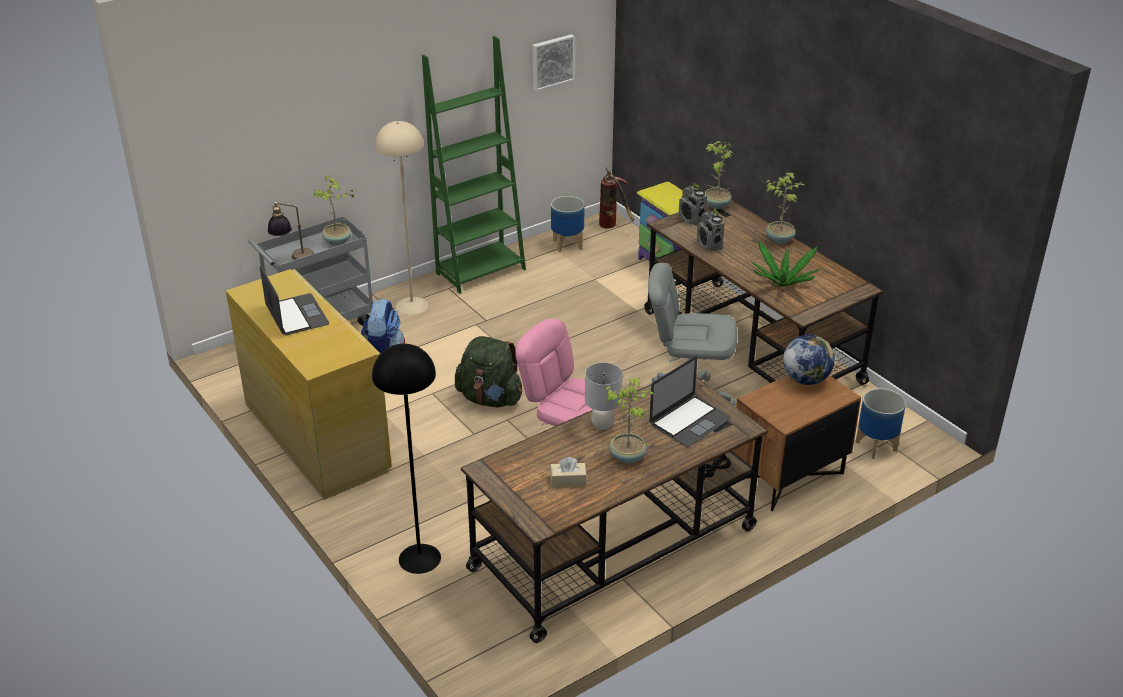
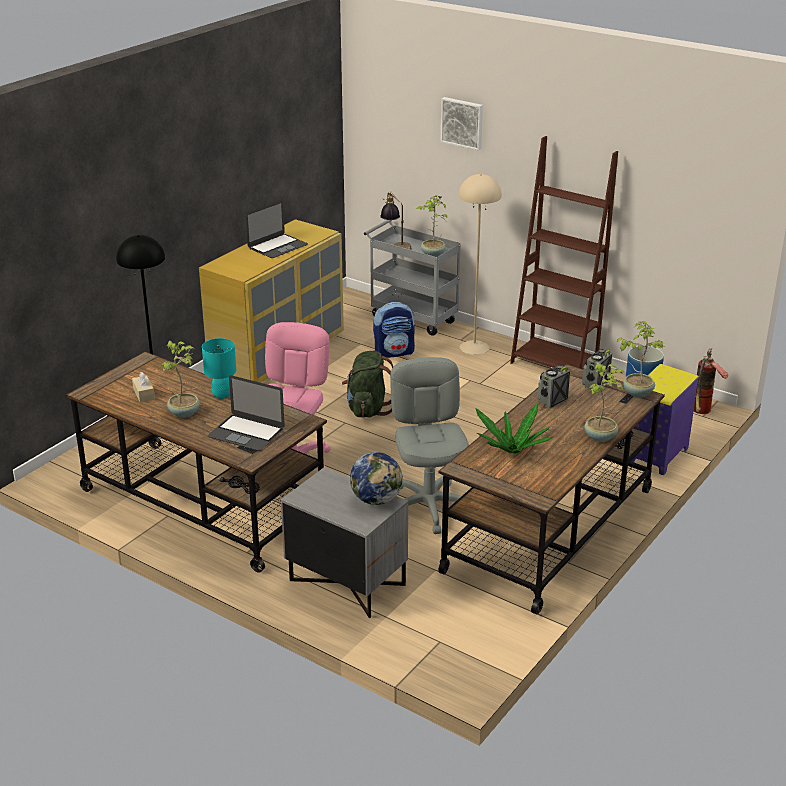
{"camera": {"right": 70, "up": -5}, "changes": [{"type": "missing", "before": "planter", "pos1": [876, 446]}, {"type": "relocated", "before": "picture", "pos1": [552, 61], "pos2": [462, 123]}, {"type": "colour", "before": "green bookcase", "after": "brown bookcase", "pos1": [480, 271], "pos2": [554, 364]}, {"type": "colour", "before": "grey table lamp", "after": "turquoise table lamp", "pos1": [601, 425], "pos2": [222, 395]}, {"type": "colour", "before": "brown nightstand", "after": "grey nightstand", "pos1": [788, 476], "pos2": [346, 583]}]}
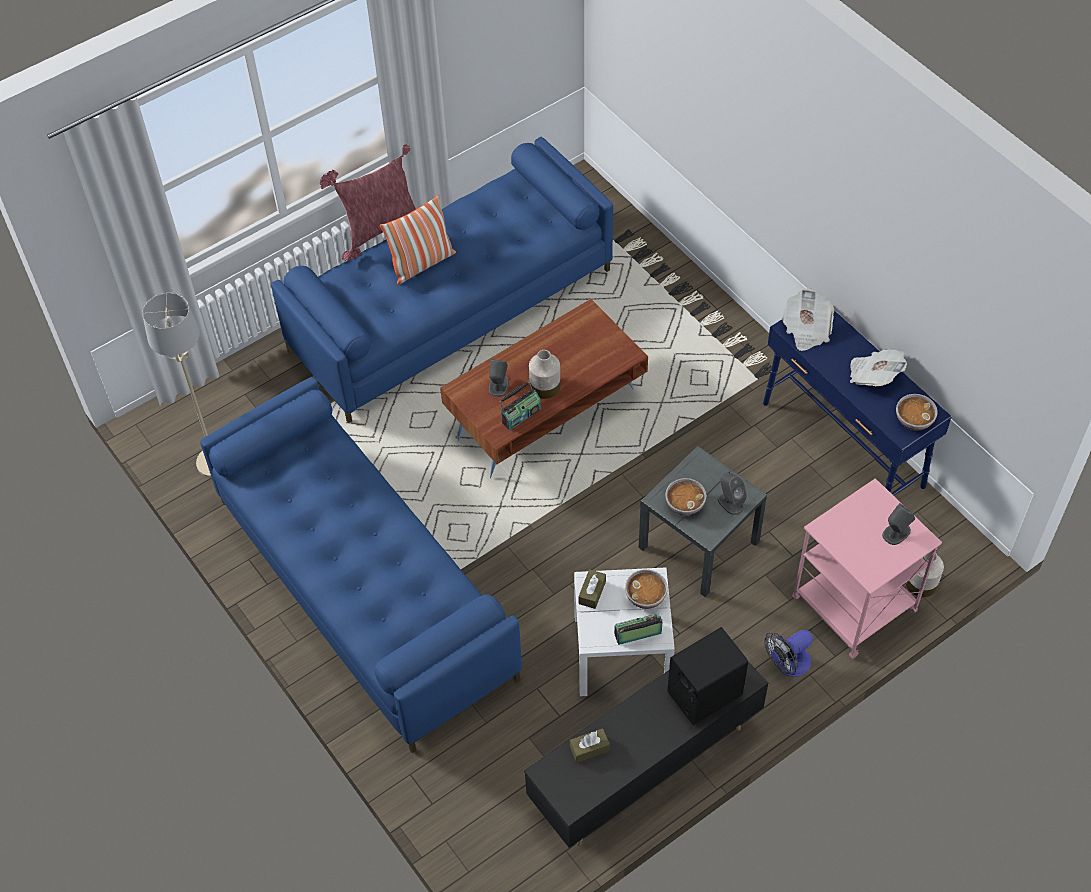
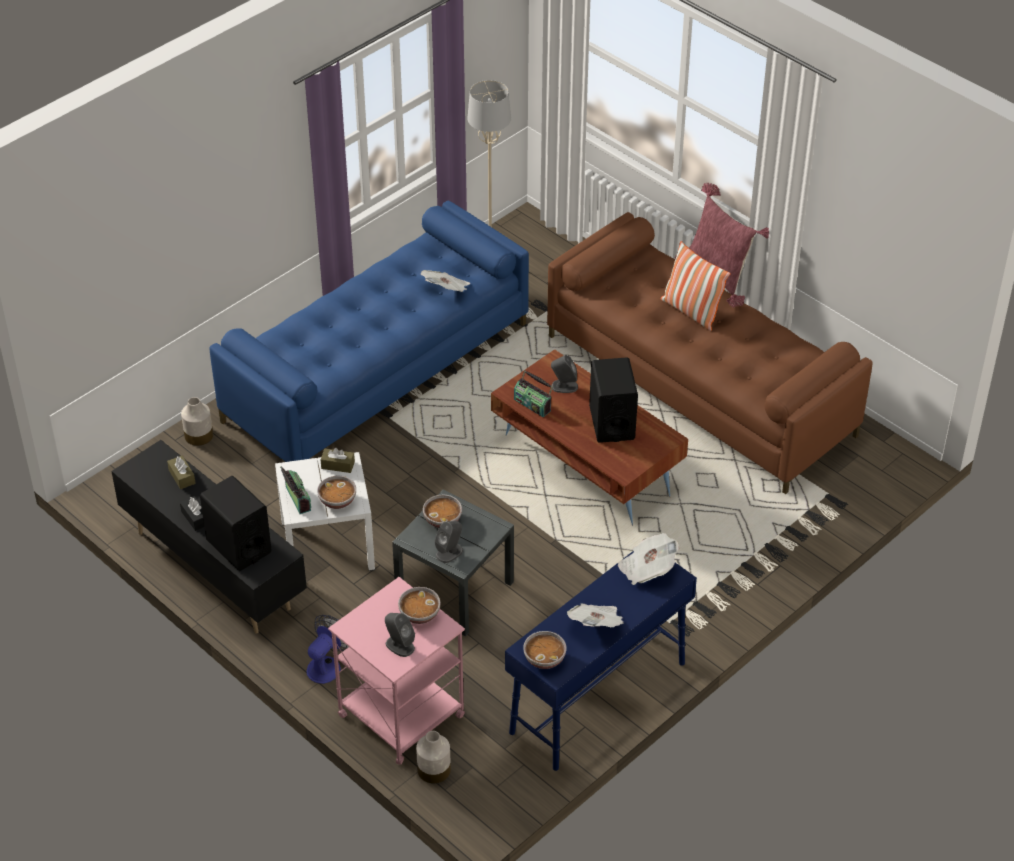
{"camera": {"right": 80, "up": -10}, "changes": [{"type": "appeared", "after": "black tissue box", "pos2": [195, 518]}, {"type": "appeared", "after": "bowl", "pos2": [419, 614]}, {"type": "appeared", "after": "newspaper", "pos2": [447, 290]}, {"type": "appeared", "after": "black speaker", "pos2": [611, 423]}, {"type": "relocated", "before": "beige vase", "pos1": [544, 386], "pos2": [199, 435]}, {"type": "colour", "before": "blue sofa", "after": "brown sofa", "pos1": [451, 309], "pos2": [700, 385]}, {"type": "spun", "before": "fan", "pos1": [787, 665], "pos2": [327, 665], "turn": 75}]}
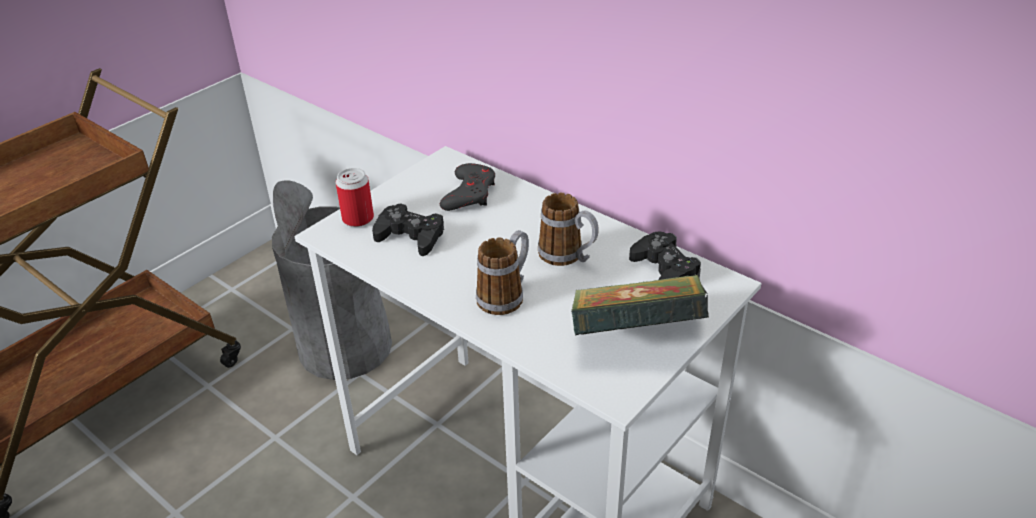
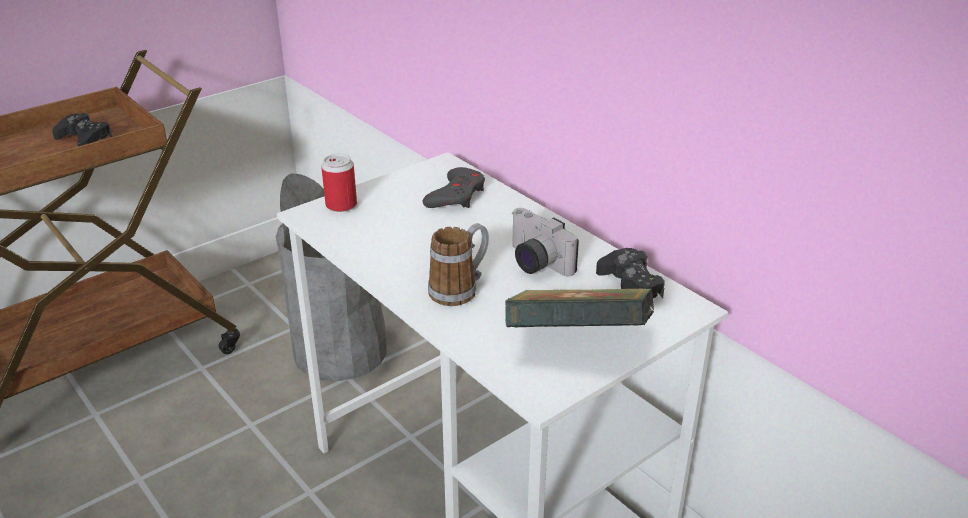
{"camera": {"right": 10, "up": -5}, "changes": [{"type": "relocated", "before": "black game controller", "pos1": [410, 236], "pos2": [84, 139]}, {"type": "exchanged", "before": "mug", "after": "photo camera", "pos1": [568, 257], "pos2": [534, 263]}]}
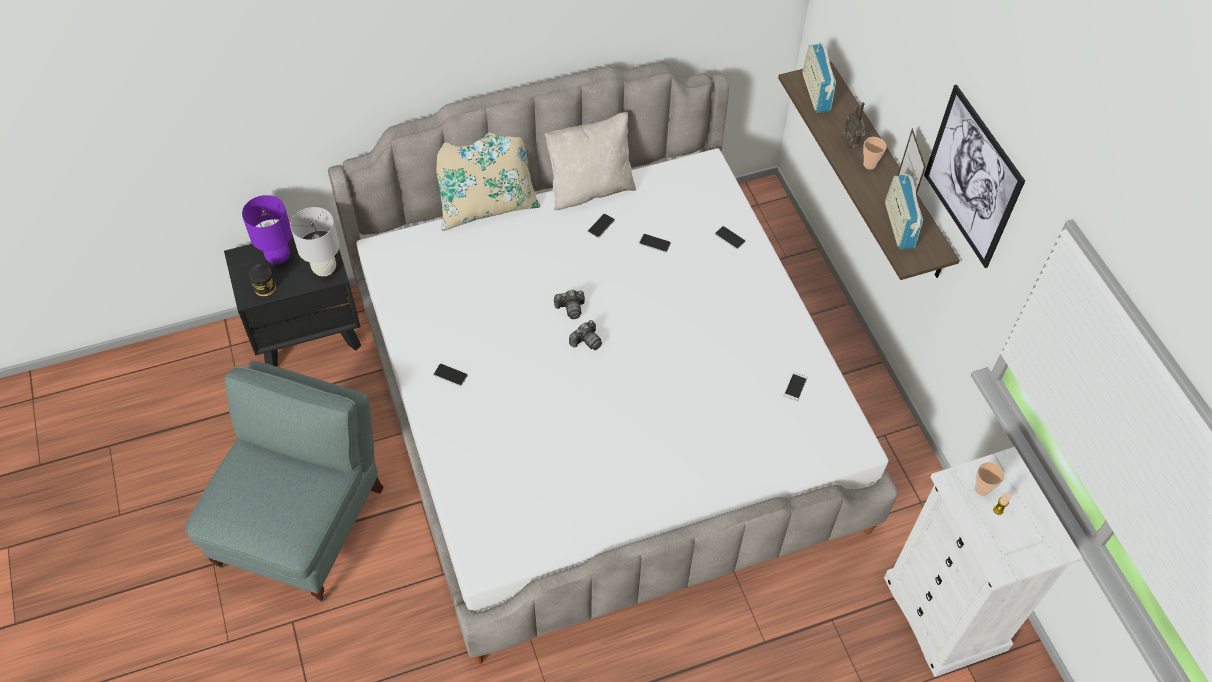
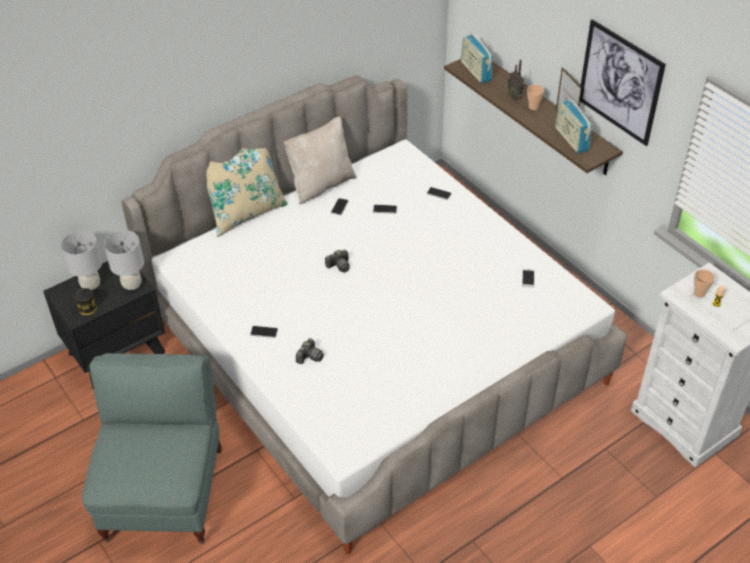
{"camera": {"right": -15, "up": -10}, "changes": [{"type": "relocated", "before": "photo camera", "pos1": [586, 341], "pos2": [309, 357]}, {"type": "colour", "before": "purple table lamp", "after": "grey table lamp", "pos1": [279, 257], "pos2": [91, 285]}]}
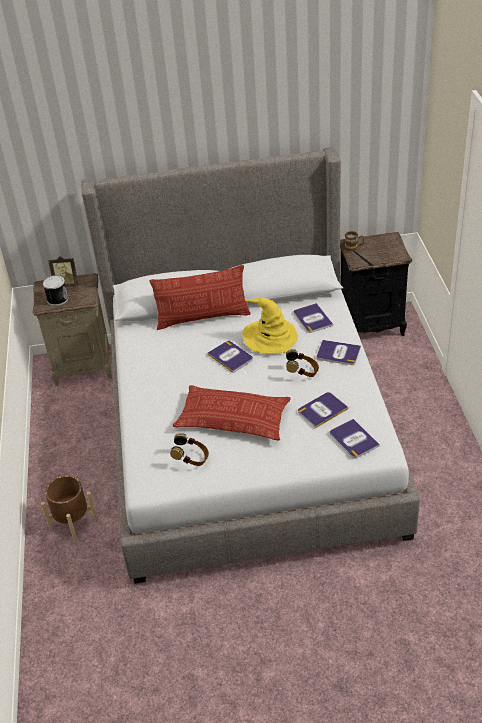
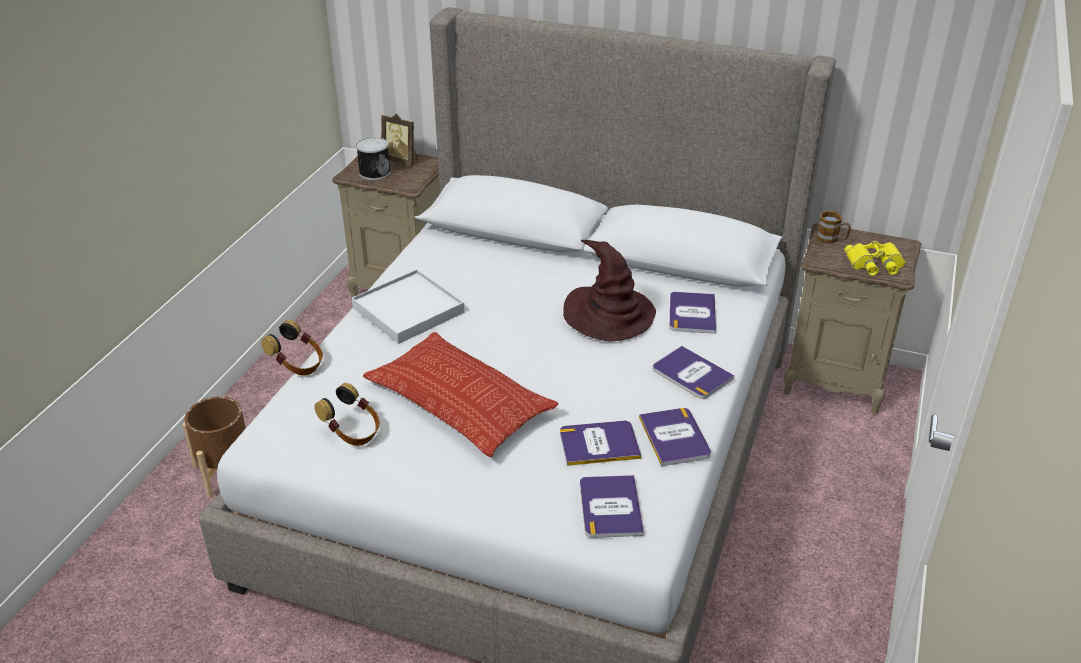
{"camera": {"right": 25, "up": -5}, "changes": [{"type": "missing", "before": "pillow", "pos1": [203, 317]}, {"type": "appeared", "after": "white tray", "pos2": [408, 310]}, {"type": "appeared", "after": "yellow binoculars", "pos2": [875, 264]}, {"type": "relocated", "before": "book", "pos1": [230, 357], "pos2": [674, 437]}, {"type": "relocated", "before": "headphones", "pos1": [302, 373], "pos2": [298, 365]}, {"type": "colour", "before": "yellow hat", "after": "brown hat", "pos1": [270, 337], "pos2": [609, 315]}, {"type": "colour", "before": "black nightstand", "after": "beige nightstand", "pos1": [372, 325], "pos2": [835, 382]}]}
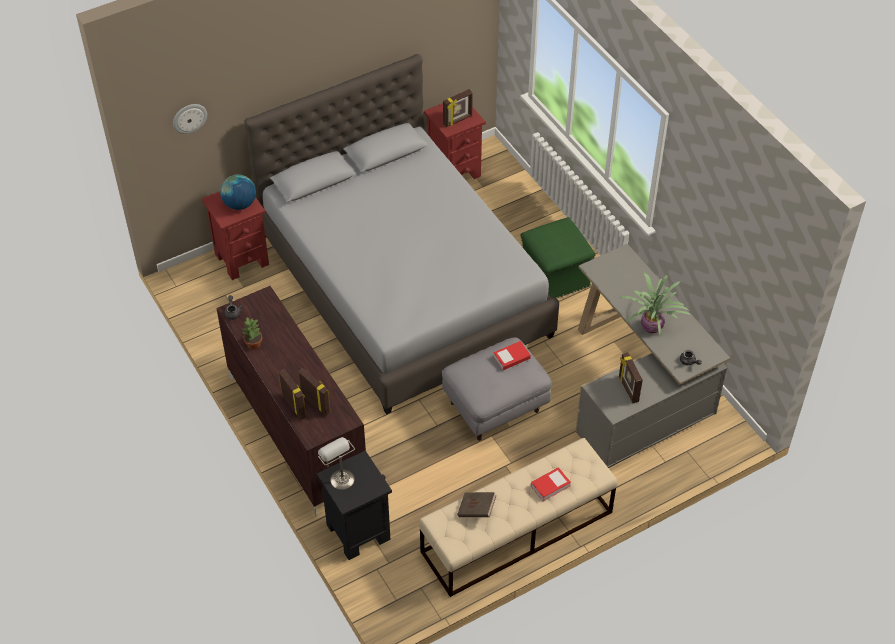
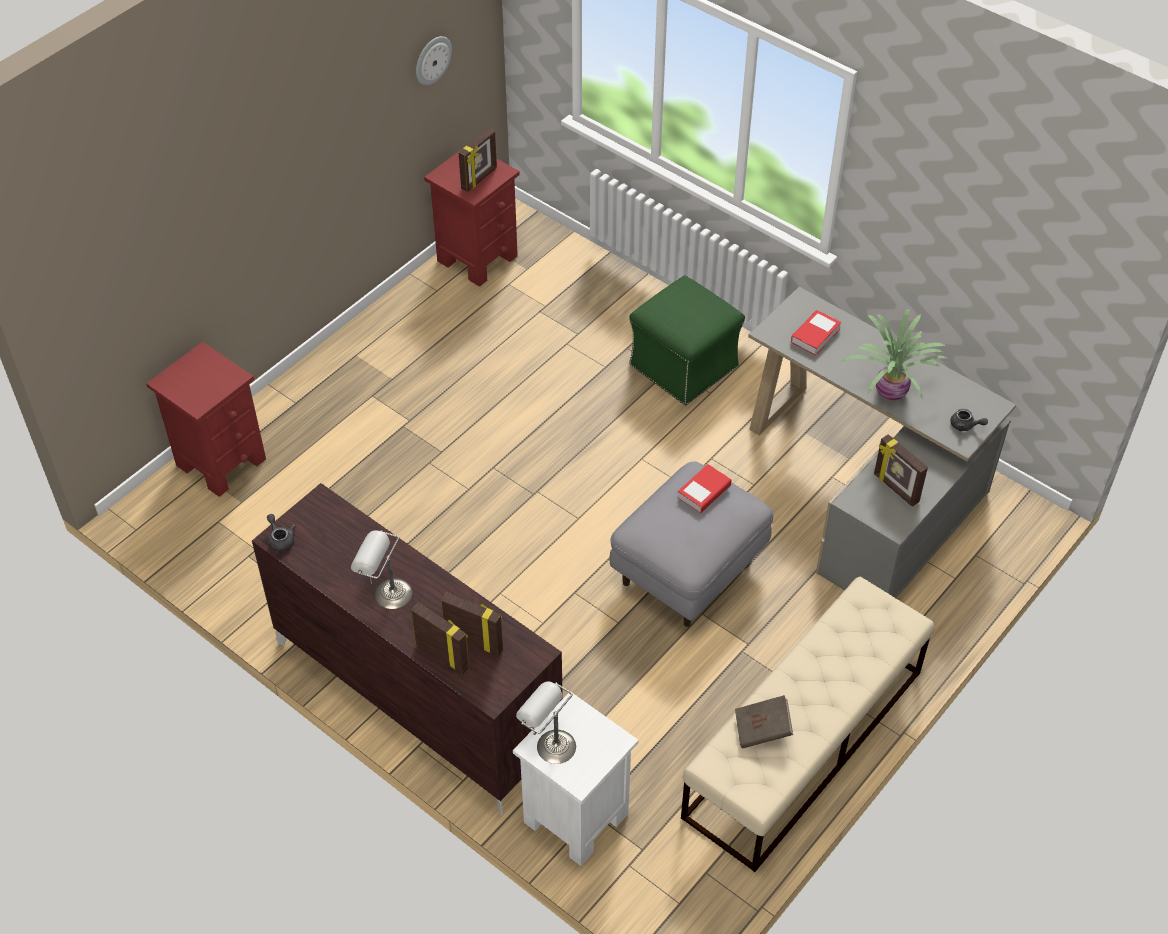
{"camera": {"right": -20, "up": 0}, "changes": [{"type": "missing", "before": "globe", "pos1": [239, 204]}, {"type": "missing", "before": "potted plant", "pos1": [254, 344]}, {"type": "missing", "before": "grey bed", "pos1": [403, 283]}, {"type": "appeared", "after": "white table lamp", "pos2": [385, 592]}, {"type": "relocated", "before": "wall clock", "pos1": [189, 118], "pos2": [432, 60]}, {"type": "relocated", "before": "book", "pos1": [550, 486], "pos2": [815, 335]}, {"type": "colour", "before": "black nightstand", "after": "white nightstand", "pos1": [359, 531], "pos2": [576, 816]}]}
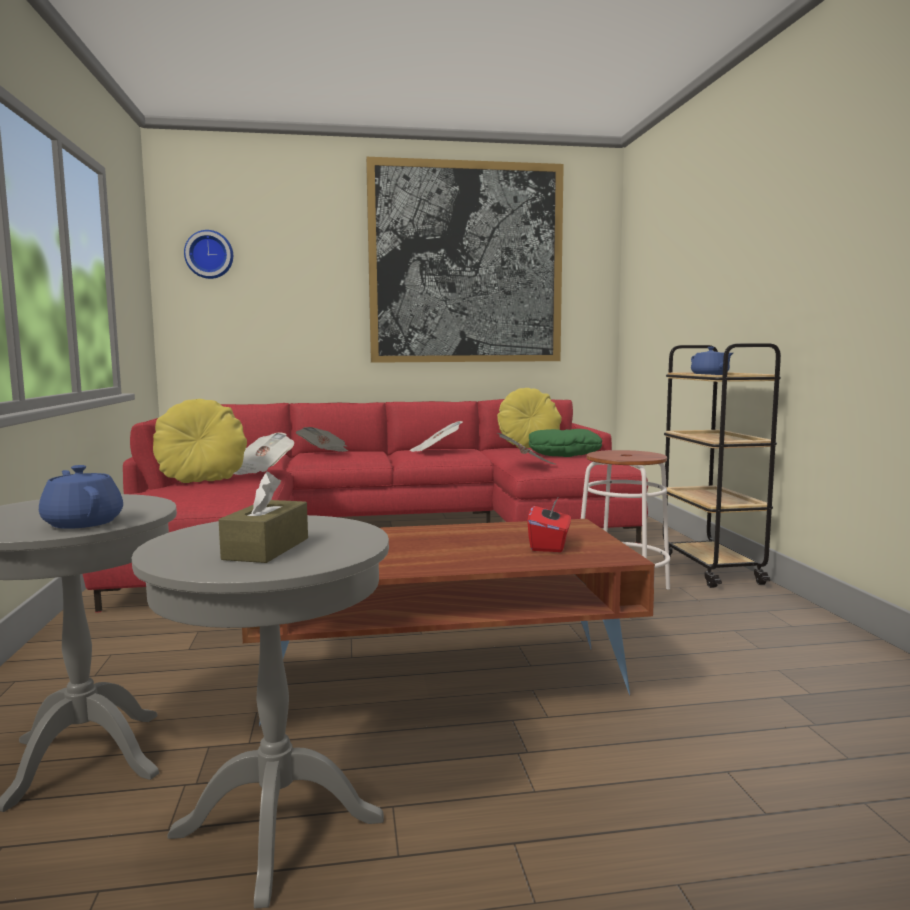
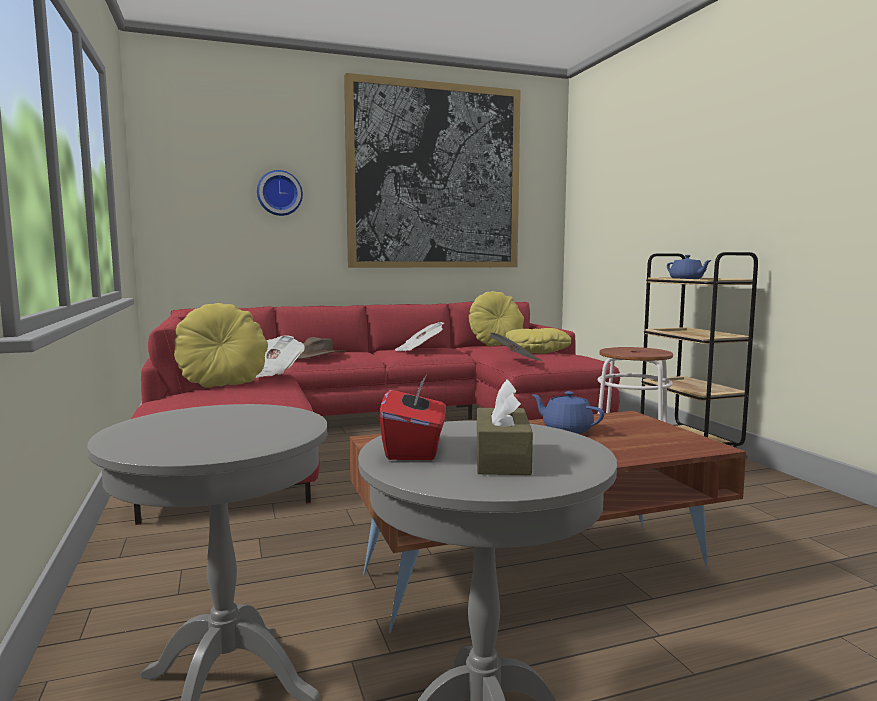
{"camera": {"right": -10, "up": 0}, "changes": [{"type": "relocated", "before": "blue teapot", "pos1": [83, 523], "pos2": [566, 429]}, {"type": "relocated", "before": "wall clock", "pos1": [209, 255], "pos2": [279, 193]}, {"type": "relocated", "before": "red tissue box", "pos1": [549, 545], "pos2": [414, 449]}, {"type": "exchanged", "before": "newspaper", "after": "brown hat", "pos1": [324, 454], "pos2": [317, 355]}, {"type": "colour", "before": "green pillow", "after": "yellow pillow", "pos1": [563, 454], "pos2": [535, 351]}]}
